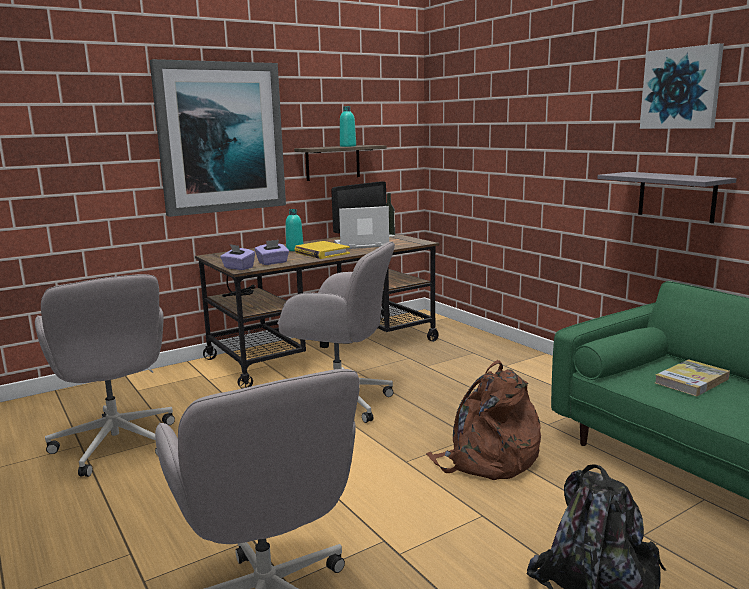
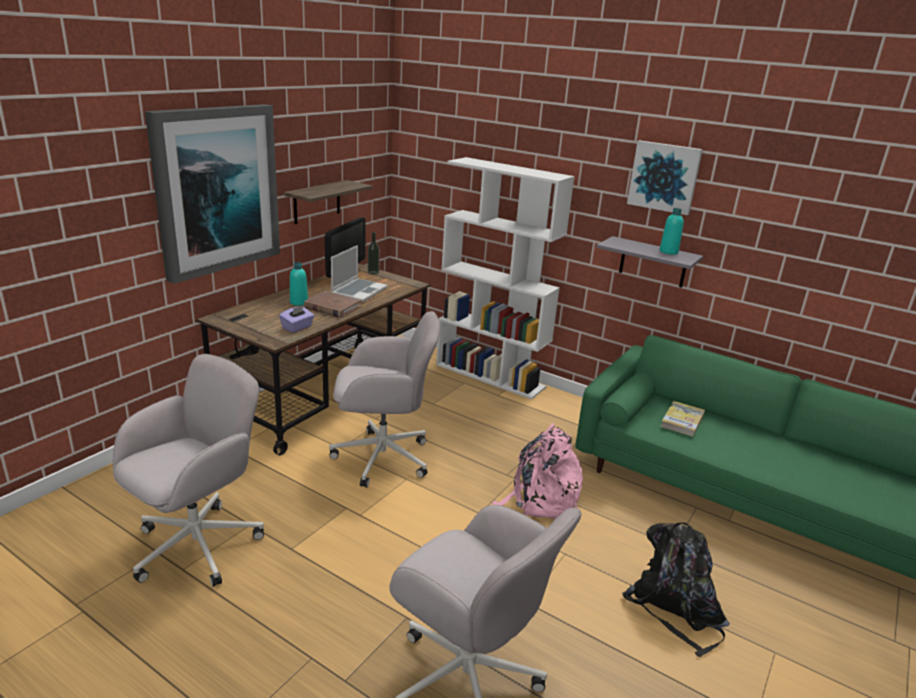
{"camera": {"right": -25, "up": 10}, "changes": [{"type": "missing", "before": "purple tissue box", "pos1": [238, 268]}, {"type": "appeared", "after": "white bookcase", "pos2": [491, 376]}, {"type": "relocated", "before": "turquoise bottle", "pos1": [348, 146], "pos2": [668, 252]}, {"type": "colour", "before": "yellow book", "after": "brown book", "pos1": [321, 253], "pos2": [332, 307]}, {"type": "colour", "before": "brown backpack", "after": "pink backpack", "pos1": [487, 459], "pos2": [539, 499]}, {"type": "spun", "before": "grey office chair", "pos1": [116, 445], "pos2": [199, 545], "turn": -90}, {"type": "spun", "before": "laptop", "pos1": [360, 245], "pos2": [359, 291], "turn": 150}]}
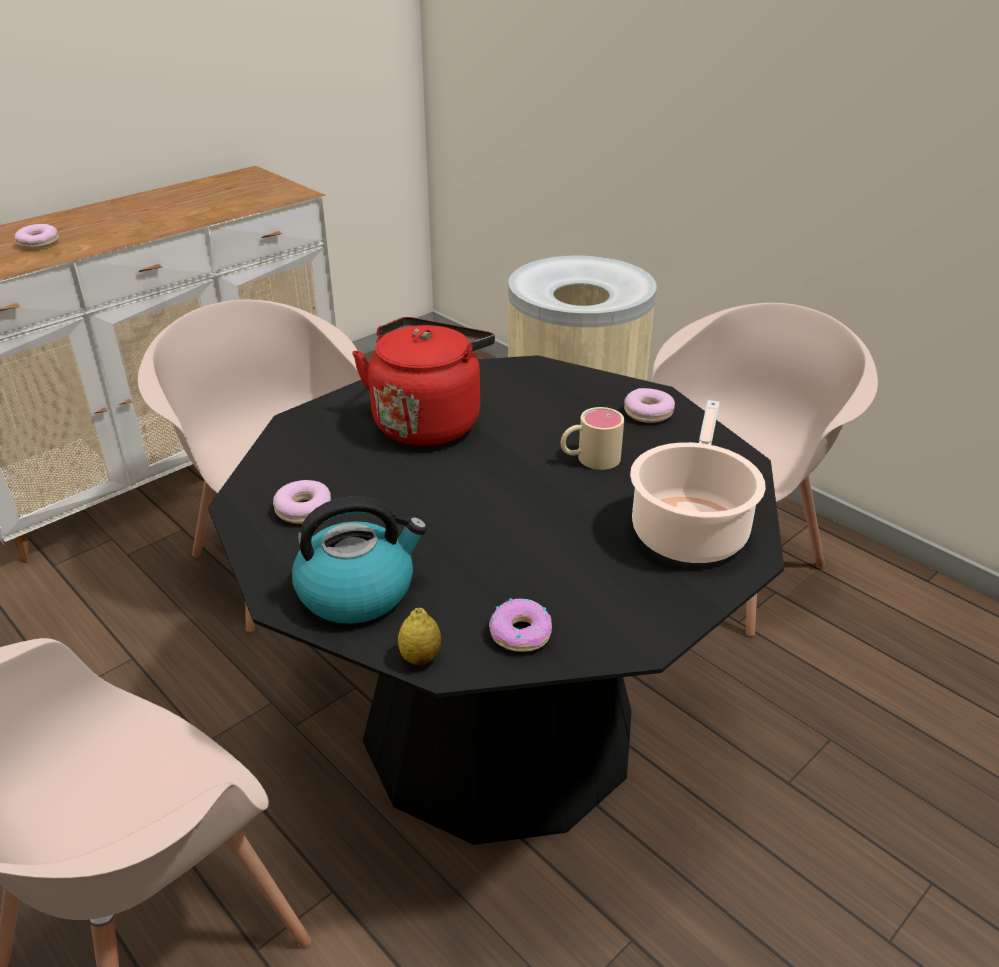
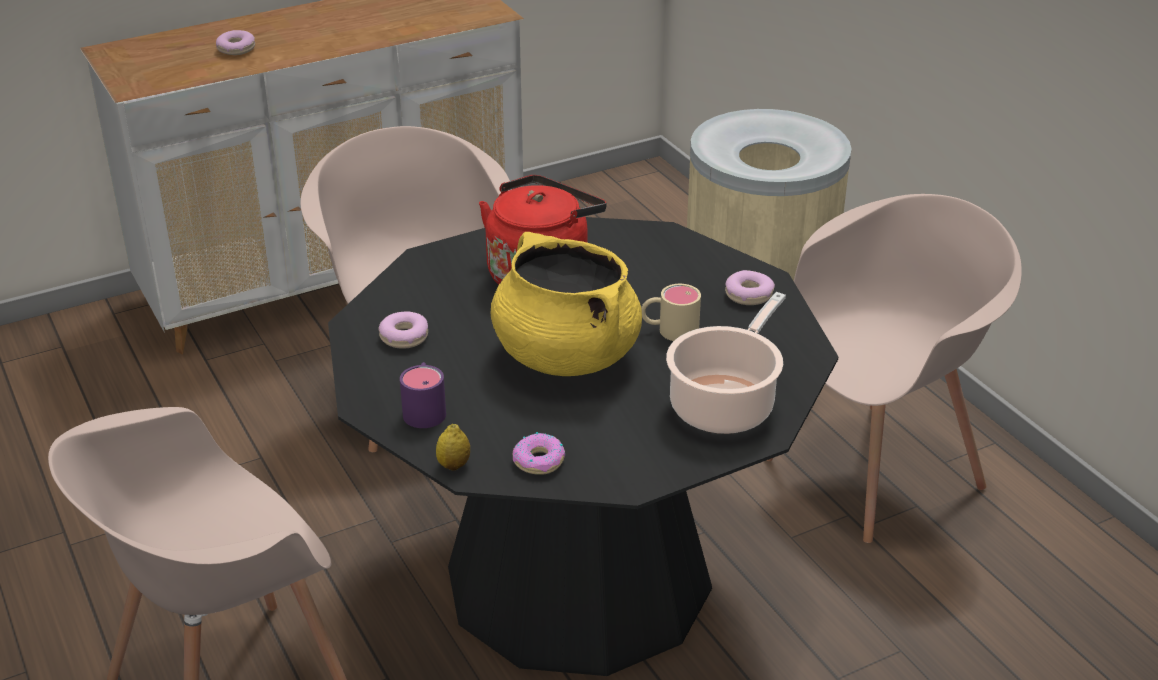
{"camera": {"right": 15, "up": 0}, "changes": [{"type": "appeared", "after": "yellow cooking pot", "pos2": [565, 355]}, {"type": "exchanged", "before": "kettle", "after": "purple mug", "pos1": [358, 591], "pos2": [425, 408]}]}
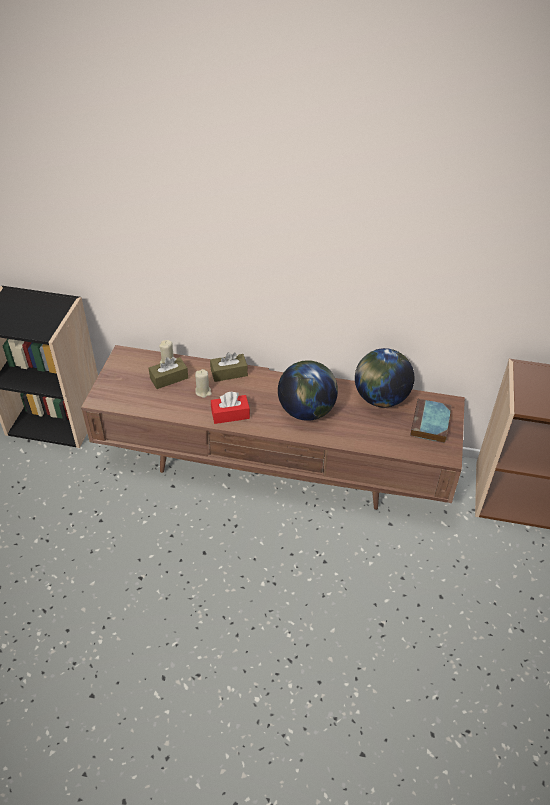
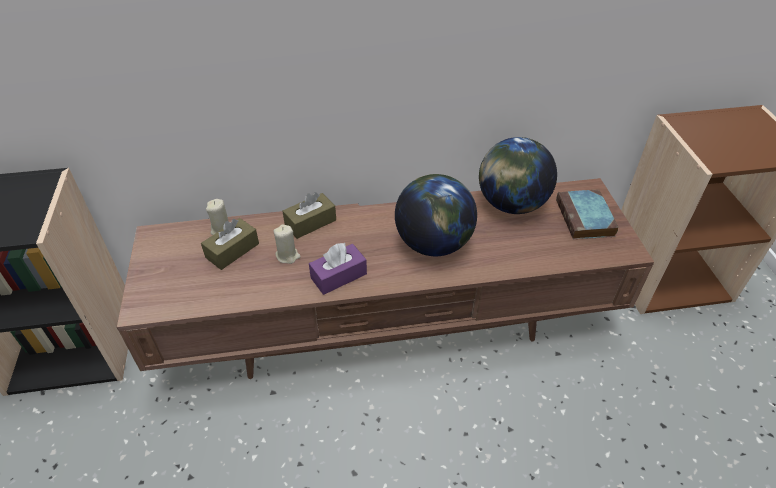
{"camera": {"right": -20, "up": 0}, "changes": [{"type": "colour", "before": "red tissue box", "after": "purple tissue box", "pos1": [230, 414], "pos2": [338, 276]}]}
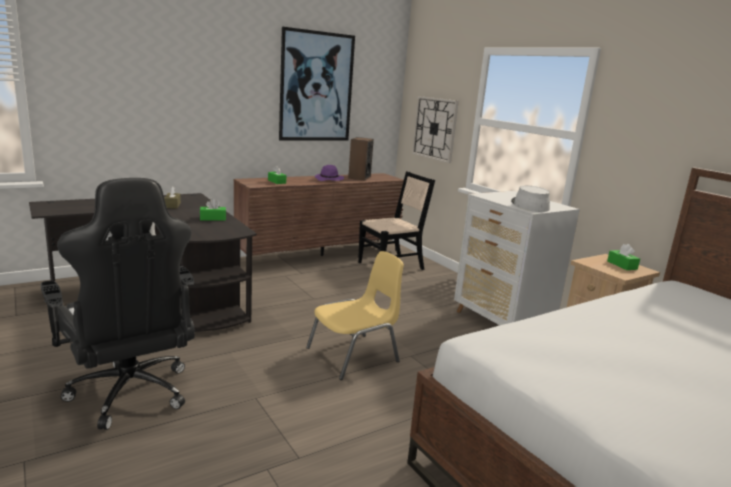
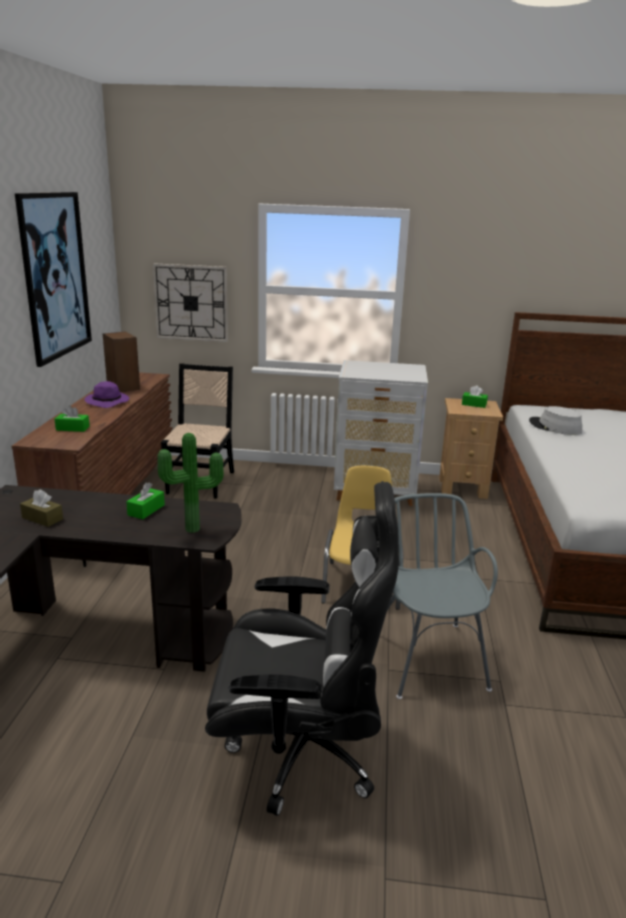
{"camera": {"right": -50, "up": 5}, "changes": [{"type": "appeared", "after": "potted plant", "pos2": [193, 530]}, {"type": "appeared", "after": "grey chair", "pos2": [426, 655]}, {"type": "relocated", "before": "grey hat", "pos1": [529, 205], "pos2": [554, 427]}]}
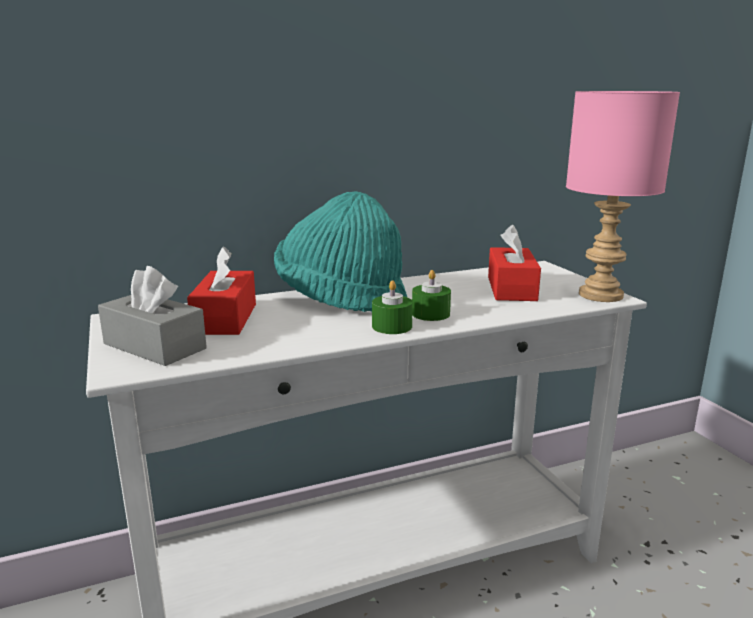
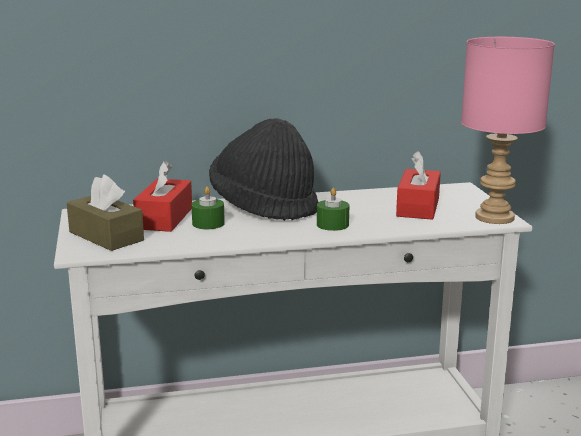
{"camera": {"right": 10, "up": 0}, "changes": [{"type": "relocated", "before": "green candle", "pos1": [392, 326], "pos2": [208, 223]}, {"type": "colour", "before": "grey tissue box", "after": "brown tissue box", "pos1": [154, 346], "pos2": [106, 236]}, {"type": "colour", "before": "turquoise hat", "after": "black hat", "pos1": [340, 297], "pos2": [264, 206]}]}
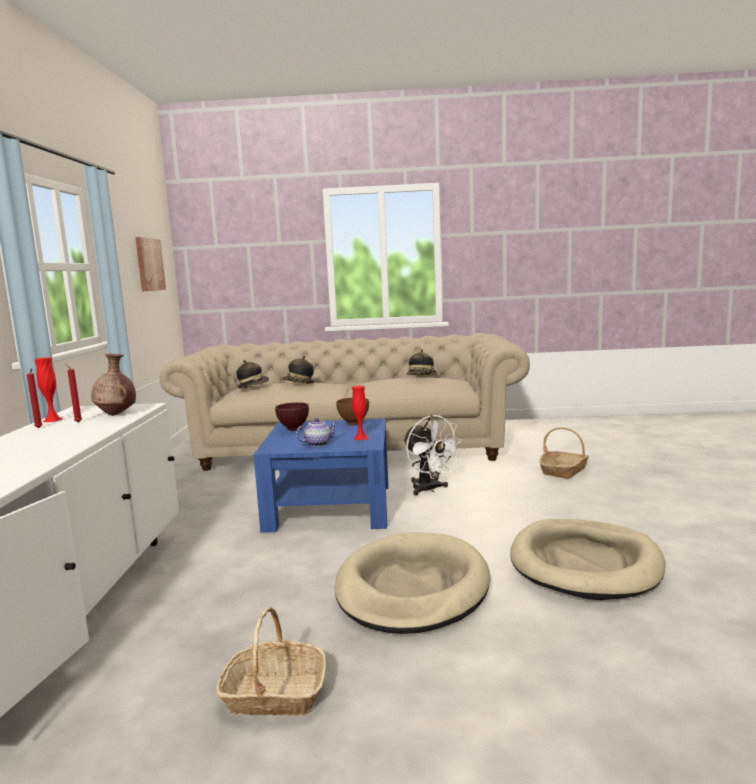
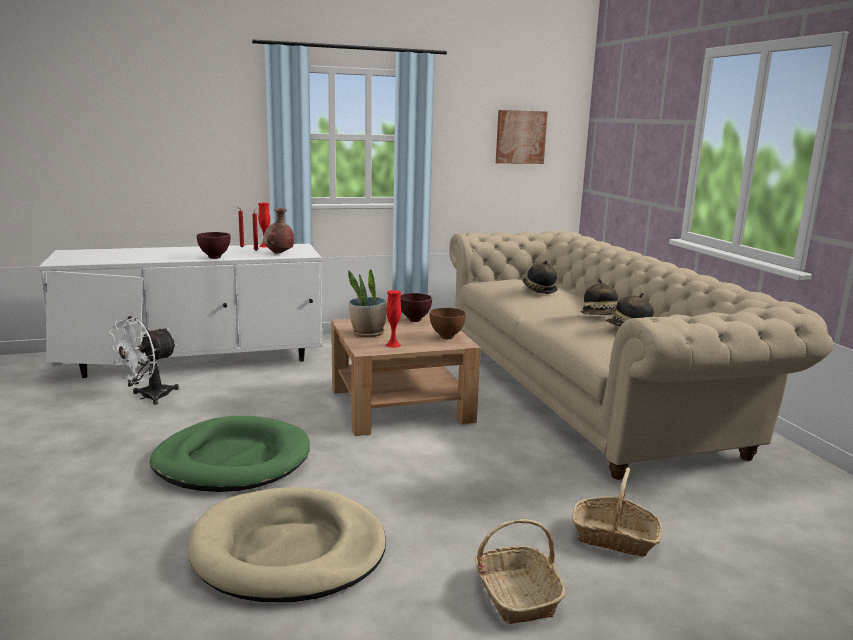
{"camera": {"right": 70, "up": 5}, "changes": [{"type": "appeared", "after": "brown bowl", "pos2": [214, 257]}, {"type": "relocated", "before": "basket", "pos1": [274, 694], "pos2": [516, 595]}, {"type": "relocated", "before": "hat", "pos1": [253, 386], "pos2": [601, 316]}, {"type": "relocated", "before": "white fan", "pos1": [429, 489], "pos2": [148, 397]}, {"type": "exchanged", "before": "teapot", "after": "potted plant", "pos1": [318, 443], "pos2": [367, 333]}, {"type": "colour", "before": "blue coffee table", "after": "brown coffee table", "pos1": [330, 506], "pos2": [400, 404]}, {"type": "colour", "before": "beige dog bed", "after": "green dog bed", "pos1": [412, 588], "pos2": [232, 460]}]}
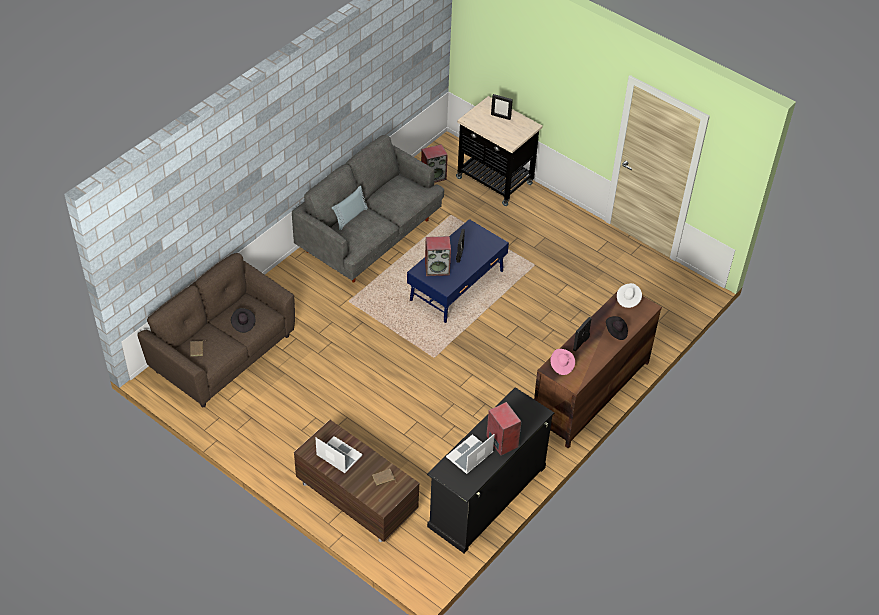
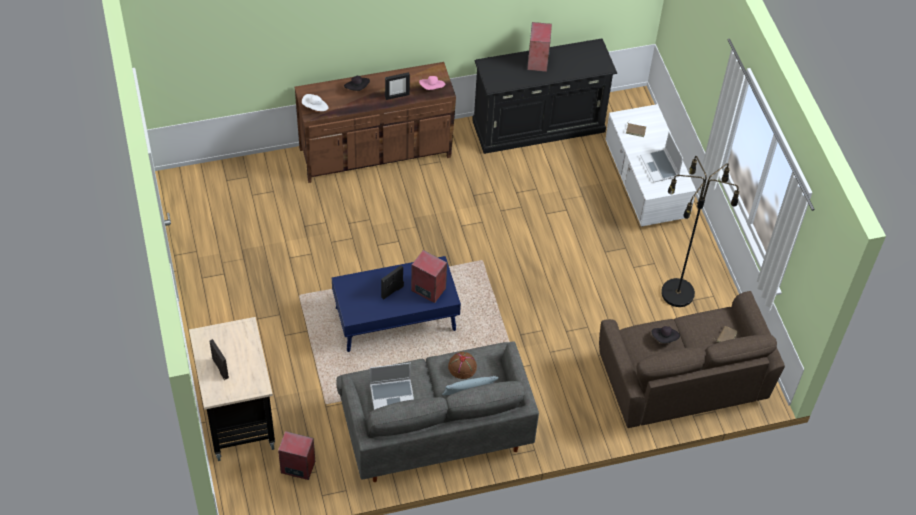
{"camera": {"right": -145, "up": 5}, "changes": [{"type": "appeared", "after": "brown hat", "pos2": [462, 366]}, {"type": "appeared", "after": "floor lamp", "pos2": [677, 293]}, {"type": "relocated", "before": "laptop", "pos1": [469, 456], "pos2": [392, 394]}, {"type": "colour", "before": "brown tv stand", "after": "white tv stand", "pos1": [356, 496], "pos2": [645, 184]}]}
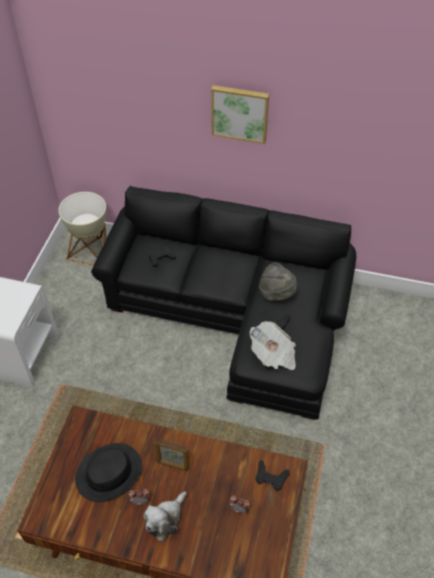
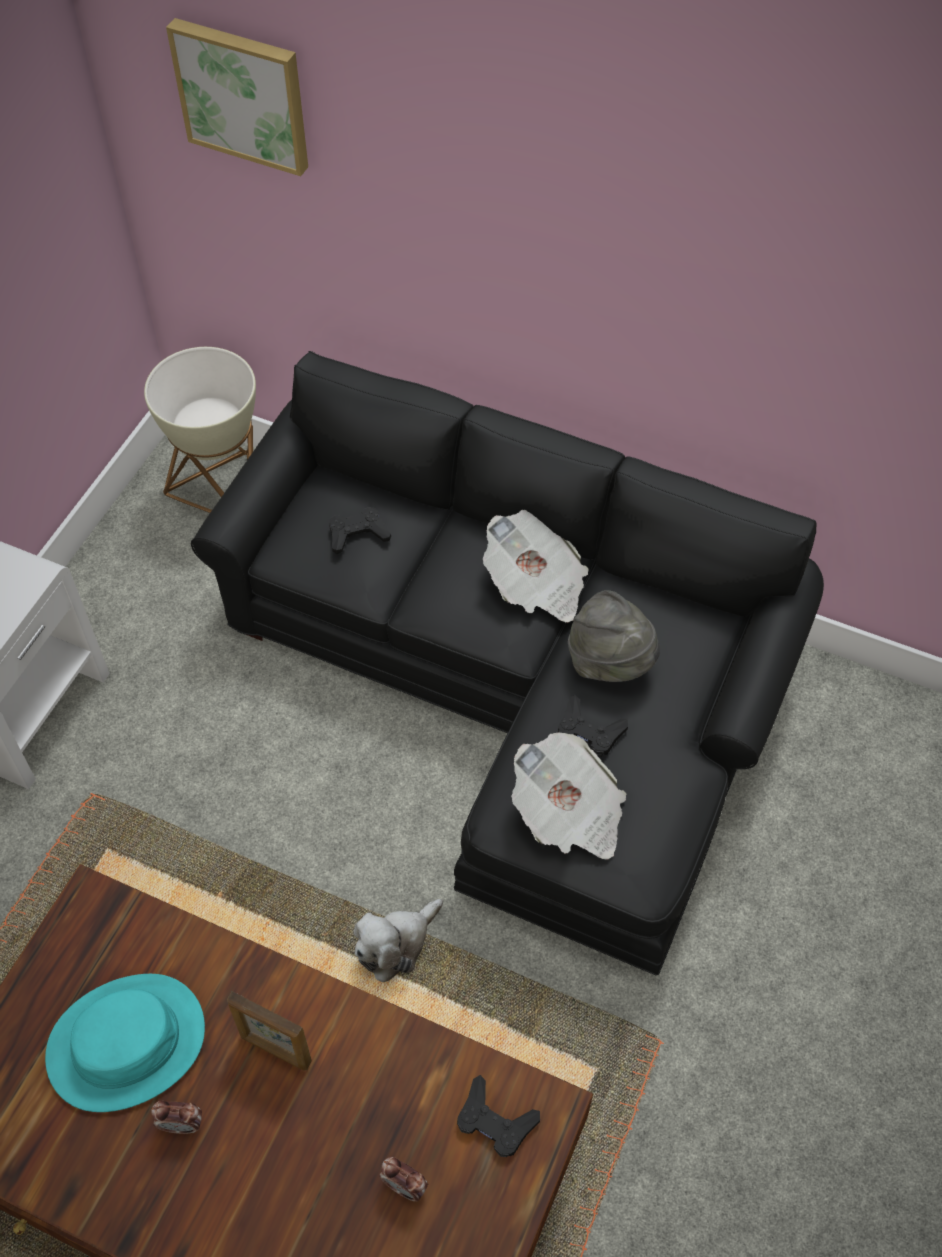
{"camera": {"right": 10, "up": 5}, "changes": [{"type": "appeared", "after": "newspaper", "pos2": [536, 584]}, {"type": "relocated", "before": "plush toy", "pos1": [165, 519], "pos2": [396, 944]}, {"type": "relocated", "before": "picture", "pos1": [240, 113], "pos2": [243, 94]}, {"type": "colour", "before": "black hat", "after": "turquoise hat", "pos1": [109, 472], "pos2": [126, 1042]}]}
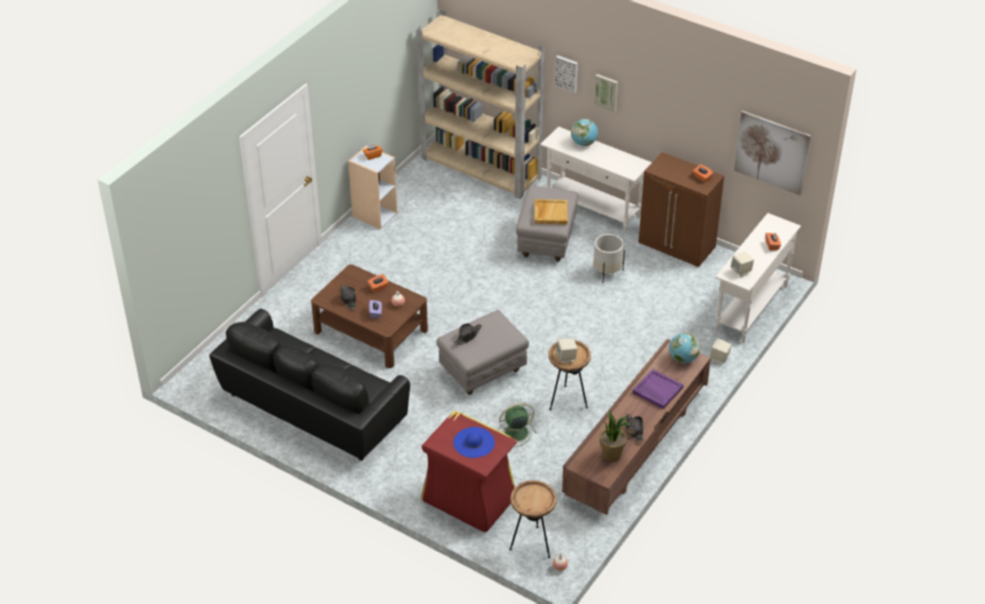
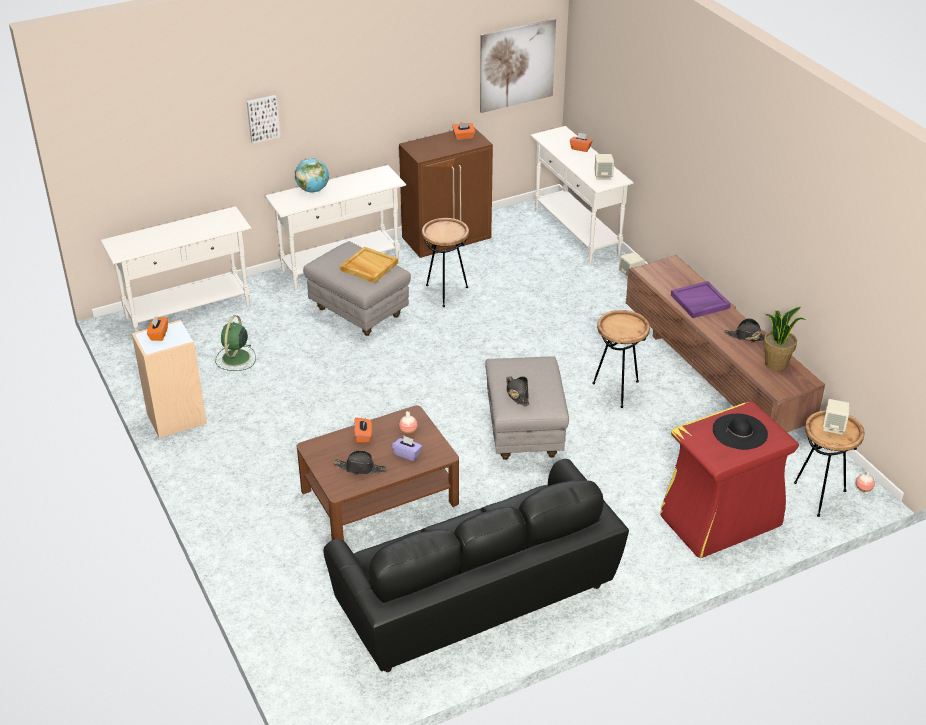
{"camera": {"right": -60, "up": -5}, "changes": [{"type": "missing", "before": "picture", "pos1": [606, 92]}, {"type": "missing", "before": "globe", "pos1": [683, 358]}, {"type": "relocated", "before": "green fan", "pos1": [515, 433], "pos2": [235, 358]}, {"type": "relocated", "before": "beige speaker", "pos1": [566, 358], "pos2": [833, 427]}, {"type": "exchanged", "before": "beige bookcase", "after": "white console table", "pos1": [481, 168], "pos2": [188, 311]}, {"type": "exchanged", "before": "white planter", "after": "brown side table", "pos1": [607, 272], "pos2": [446, 293]}, {"type": "colour", "before": "blue hat", "after": "black hat", "pos1": [474, 442], "pos2": [740, 431]}]}
